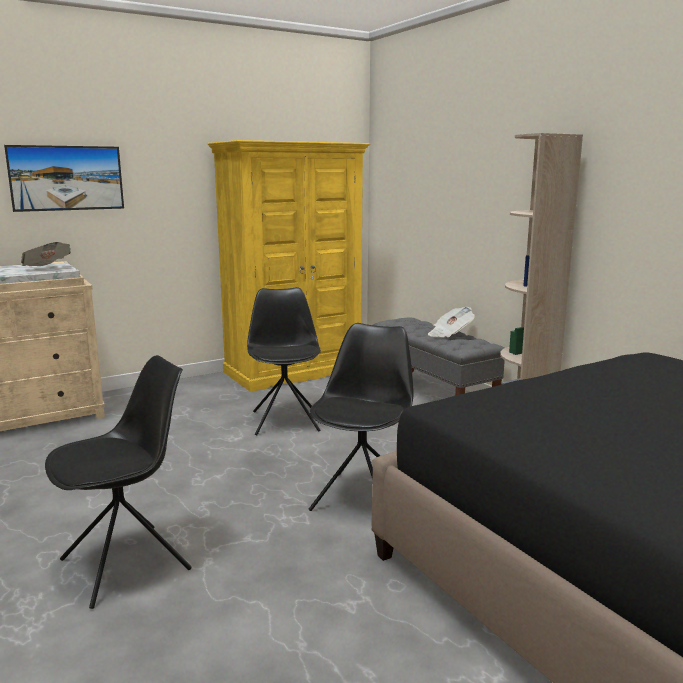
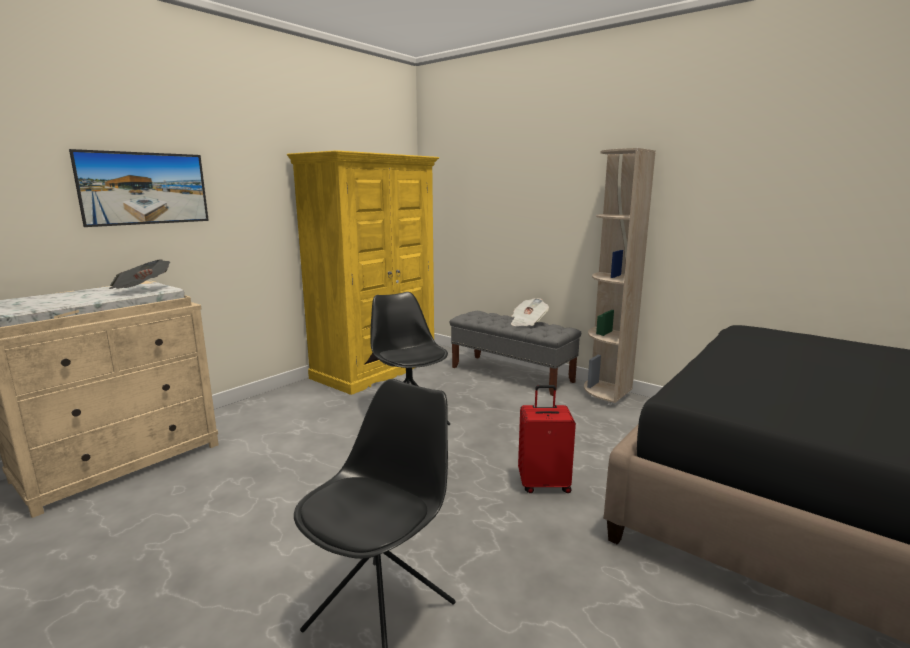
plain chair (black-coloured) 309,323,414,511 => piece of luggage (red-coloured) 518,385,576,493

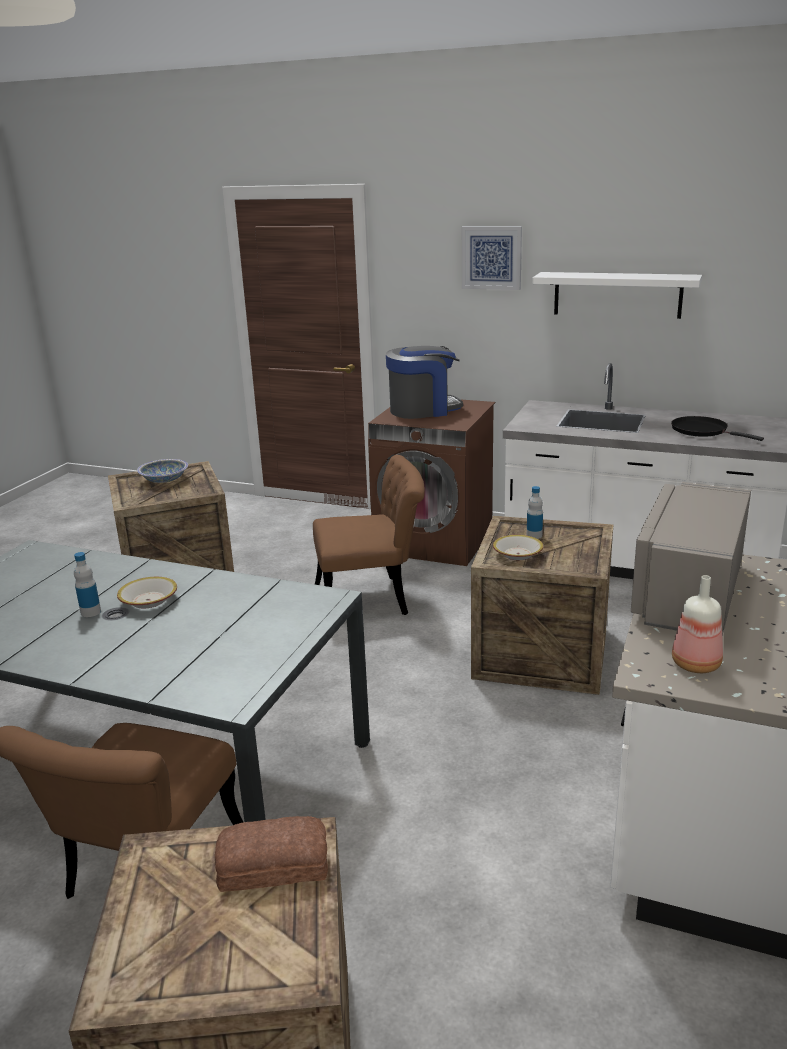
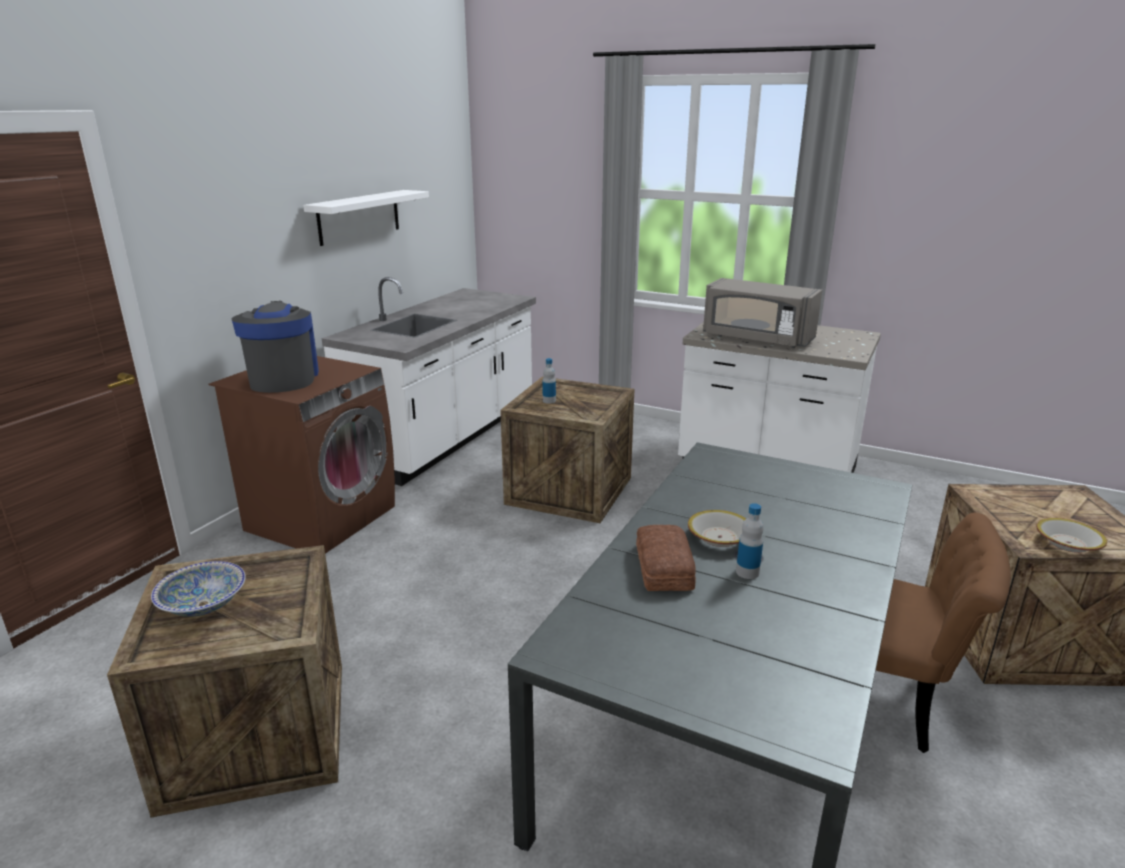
baked bread 215,816,328,892 => baked bread 636,525,696,591, moved
plain chair (brown) 313,455,425,615 => nothing
wall art 462,226,522,290 => nothing
bowl 493,535,543,560 => bowl 1036,518,1107,553, moved
skillet (black-coloured) 671,416,764,441 => nothing
bottle 672,575,723,673 => nothing

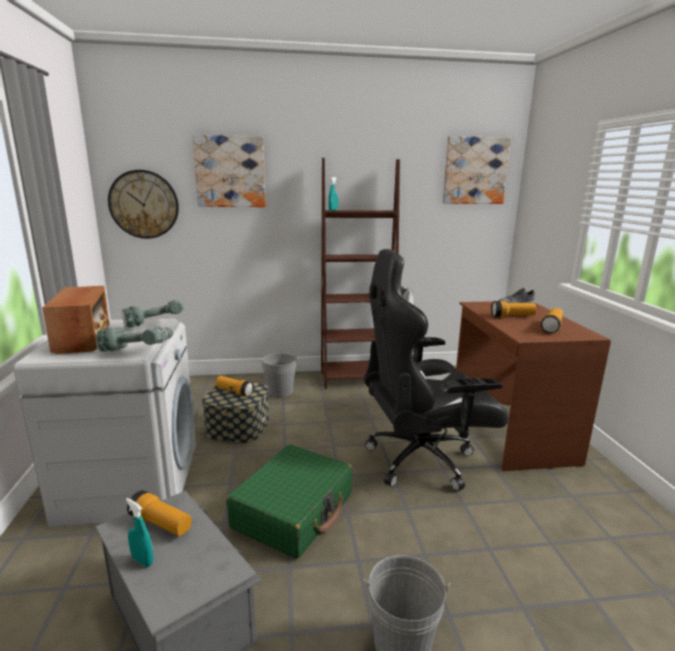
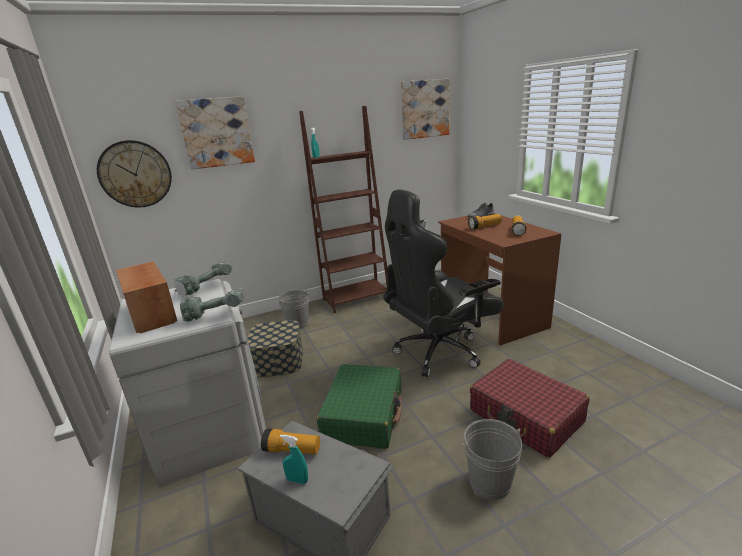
flashlight 216,376,254,397 => nothing
nothing => piece of luggage (red-coloured) 470,359,590,458

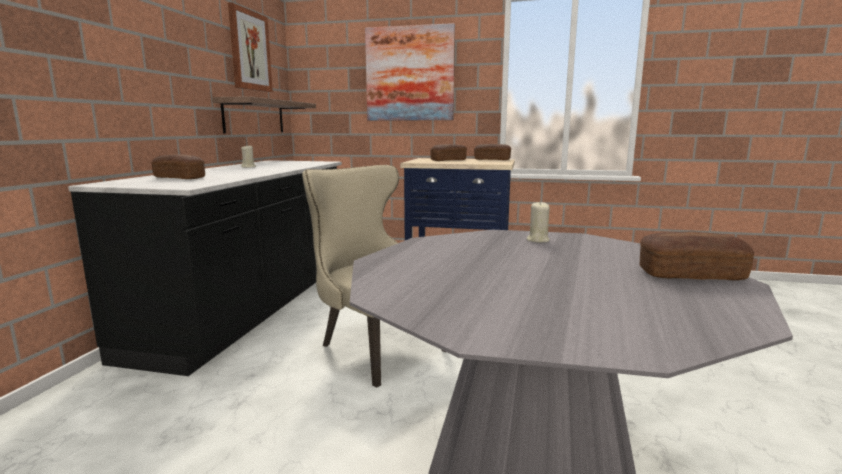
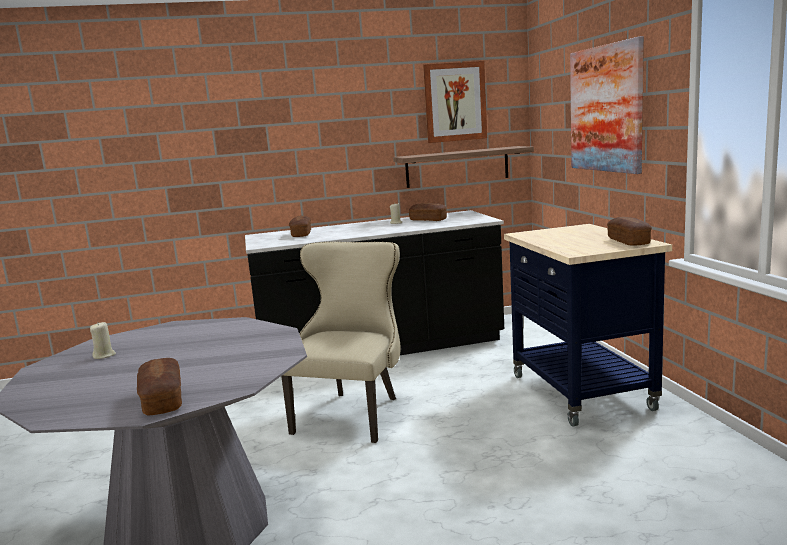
baked bread 430,144,467,161 => baked bread 409,203,447,221, moved
wax light (beige-coloured) 527,201,550,243 => wax light (beige-coloured) 90,322,116,359, moved

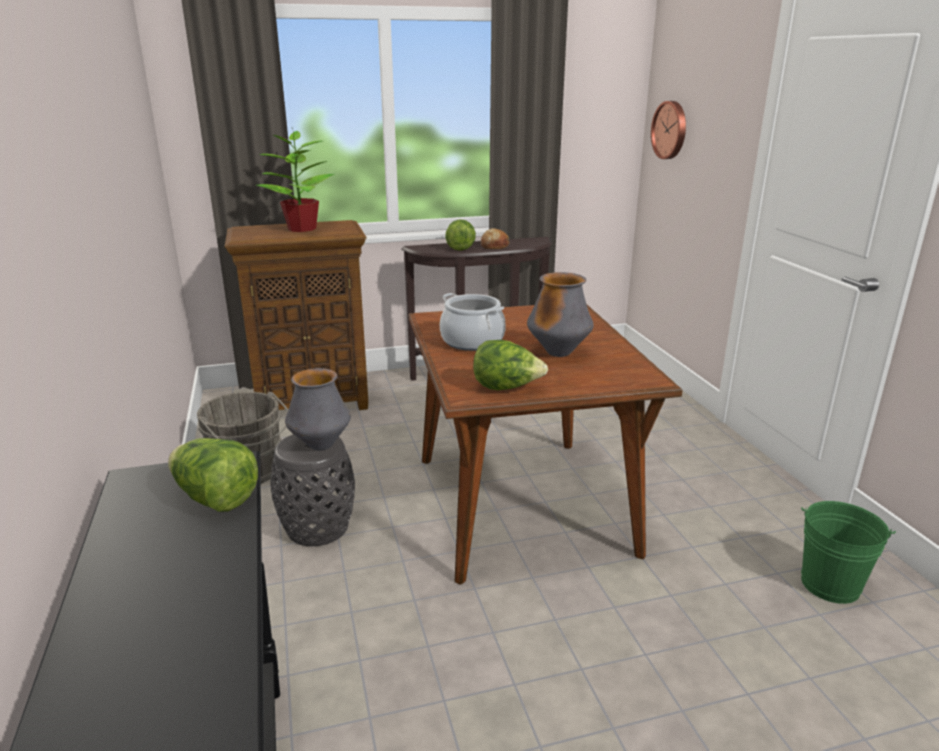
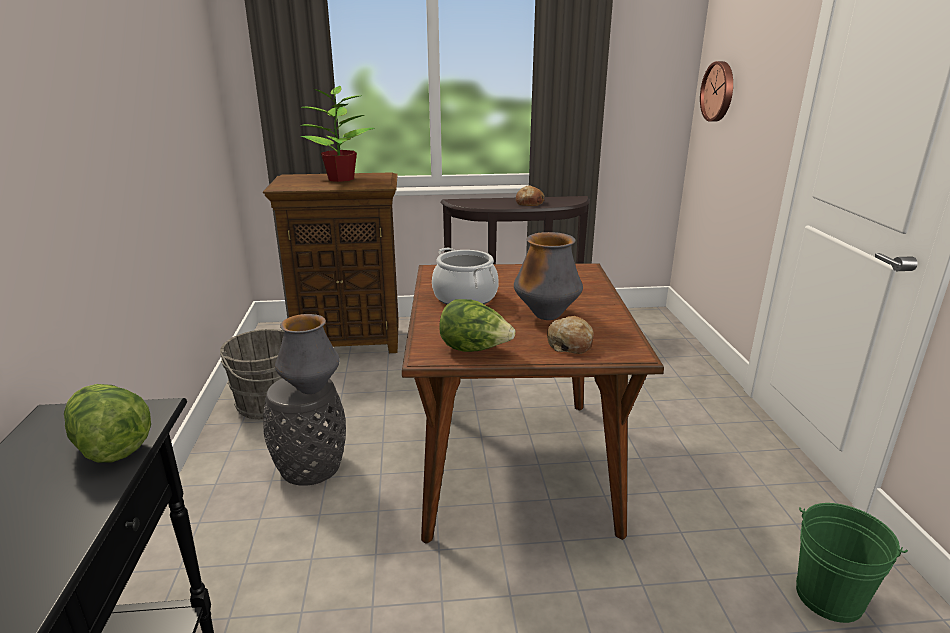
head of lettuce 445,220,476,251 => nothing
nothing => baked bread 547,316,594,354

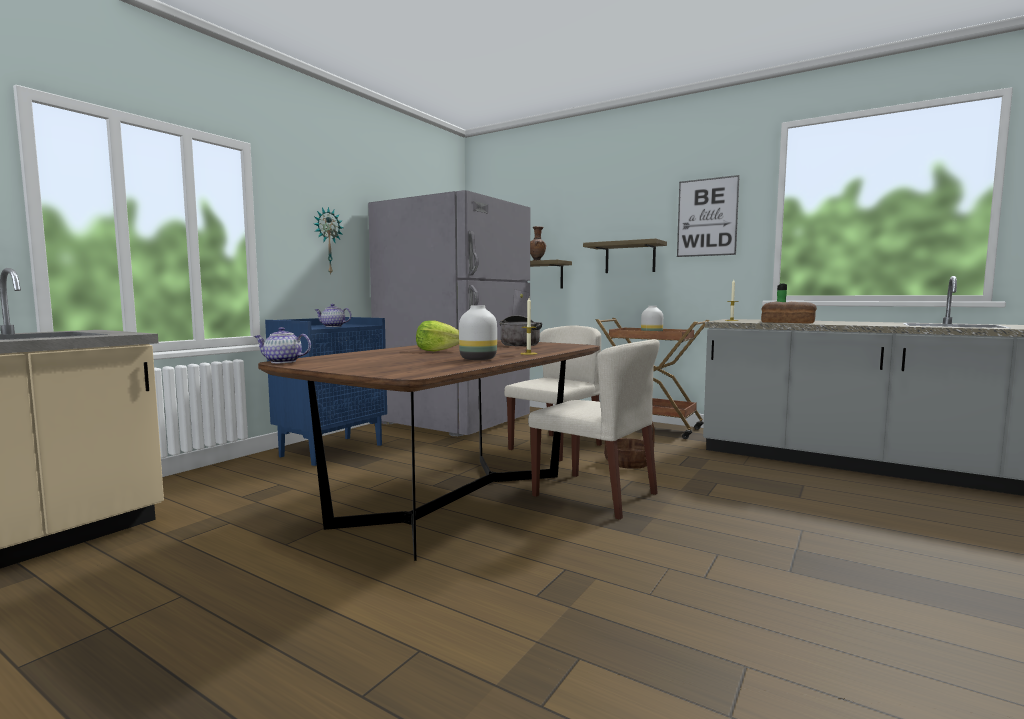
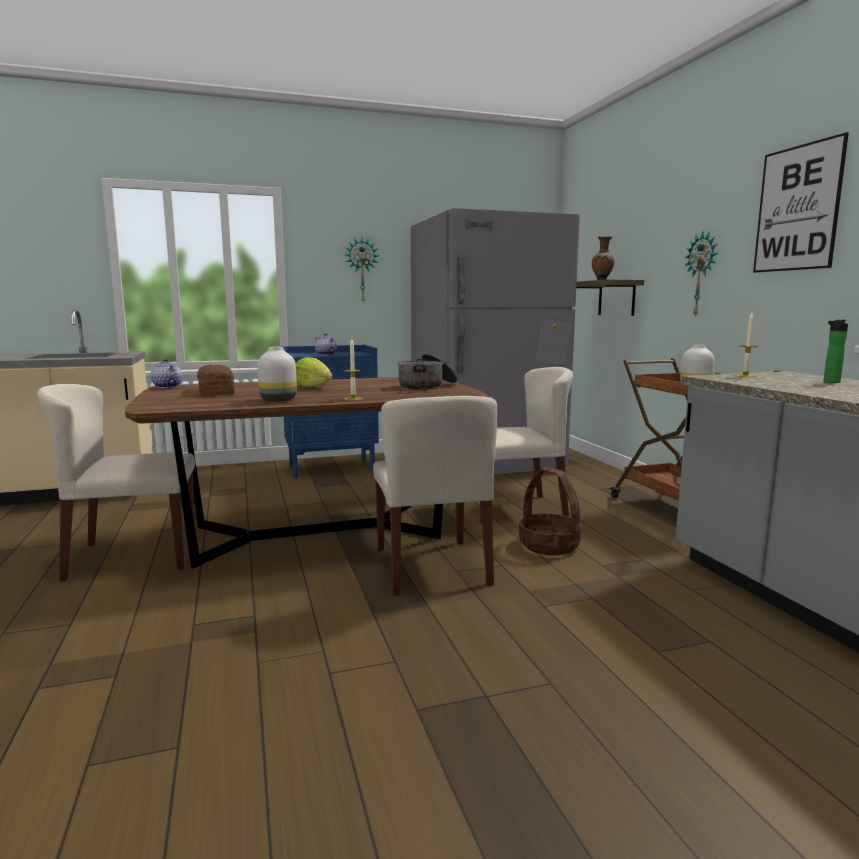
bracket shelf 583,239,667,273 => clock on the wall 685,231,718,318
baked bread 761,302,817,323 => baked bread 197,364,235,396, moved
nothing => plain chair (beige-coloured) 37,384,196,581

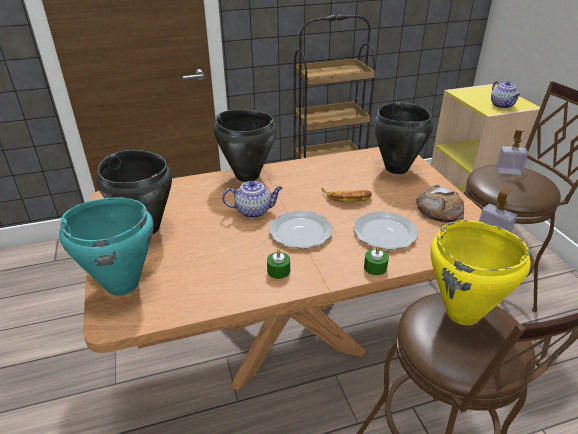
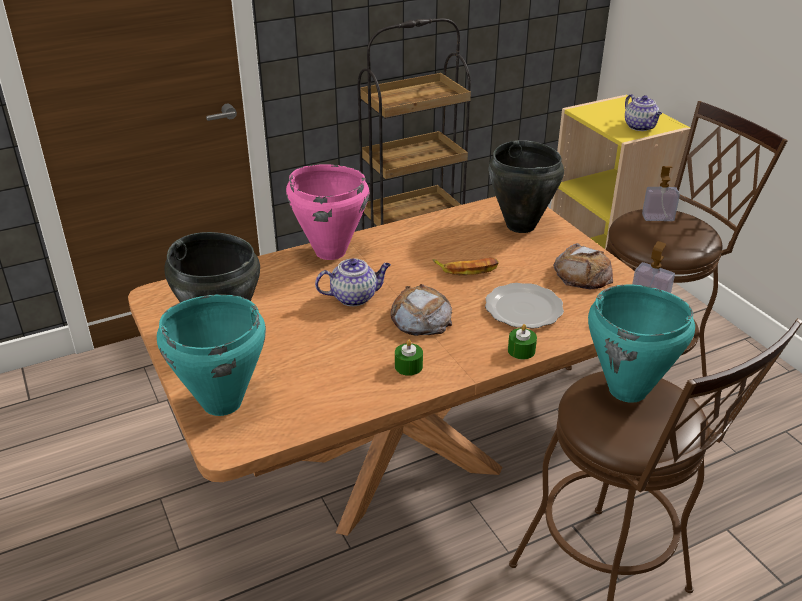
saucepot (black-coloured) 213,109,277,182 => saucepot (pink) 286,164,369,260
flat dish 269,211,333,249 => baked bread 391,284,452,336
saucepot (yellow-coloured) 430,220,531,325 => saucepot (turquoise-coloured) 588,284,695,403

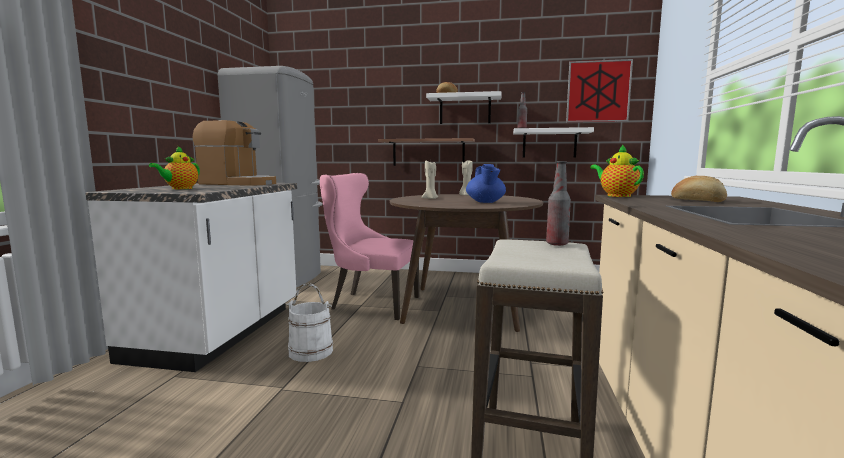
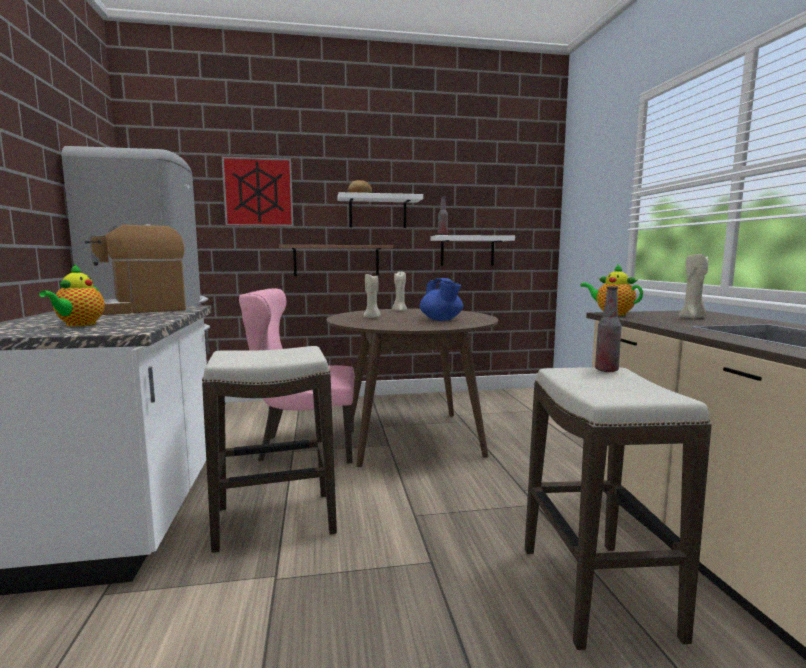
coffee maker 193,120,276,186 => coffee maker 85,224,186,315, 150 degrees clockwise
bucket (white-coloured) 286,283,333,362 => sitting stool 202,346,337,553
wall art 566,59,633,122 => wall art 222,156,293,226, moved
baked bread 671,176,727,202 => wax light (beige-coloured) 679,254,709,318

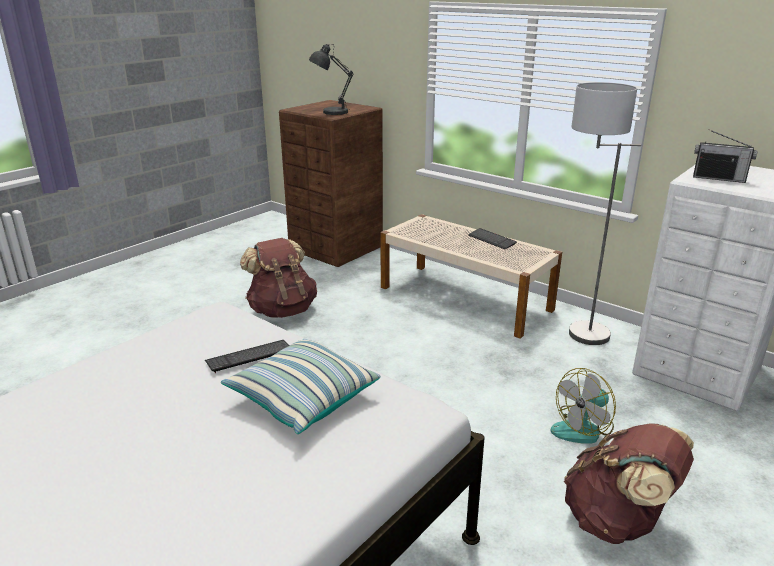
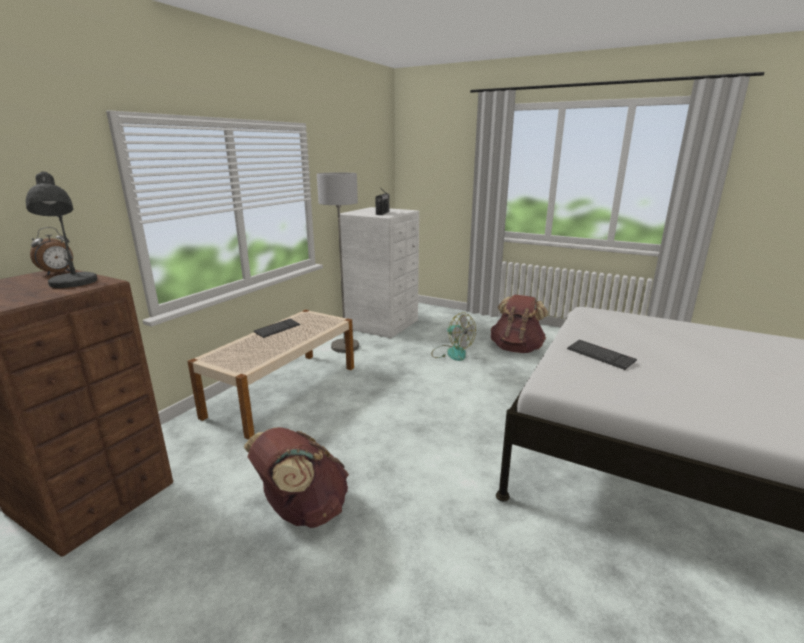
pillow 221,338,380,434 => nothing
nothing => table clock 30,227,73,275

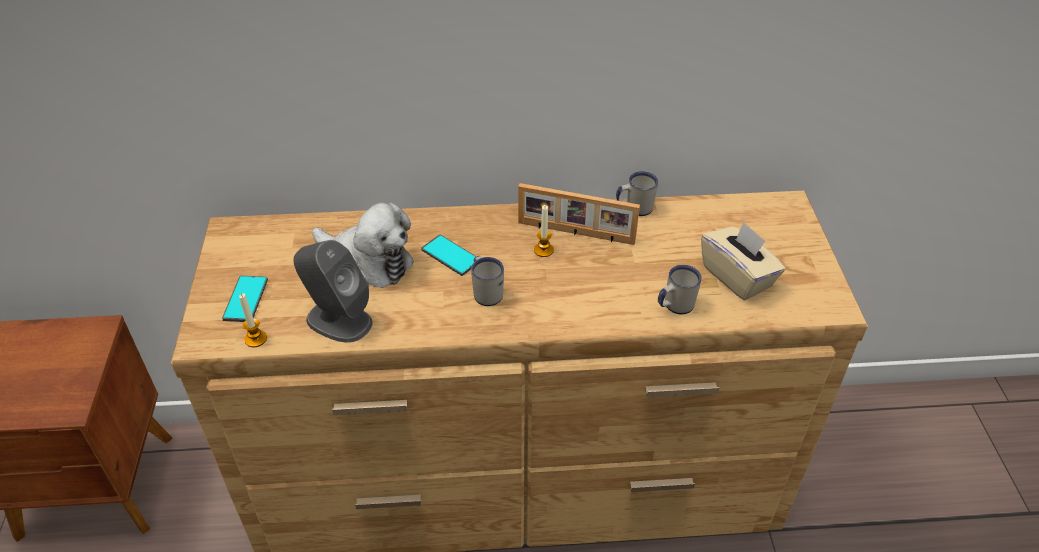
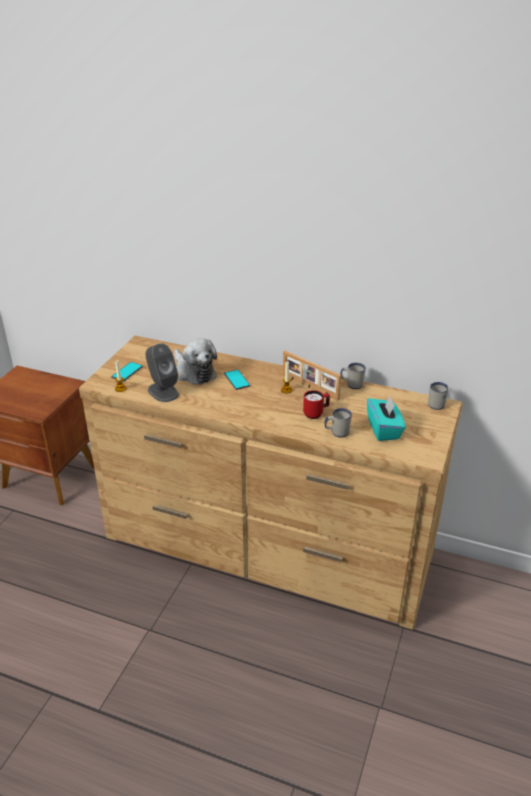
tea mug (white-coloured) 471,256,504,306 => tea mug (white-coloured) 428,382,449,410, moved
tissue holder (beige-coloured) 701,222,785,300 => tissue holder (turquoise-coloured) 367,396,406,441
nothing => tea mug (red-coloured) 303,390,330,419

